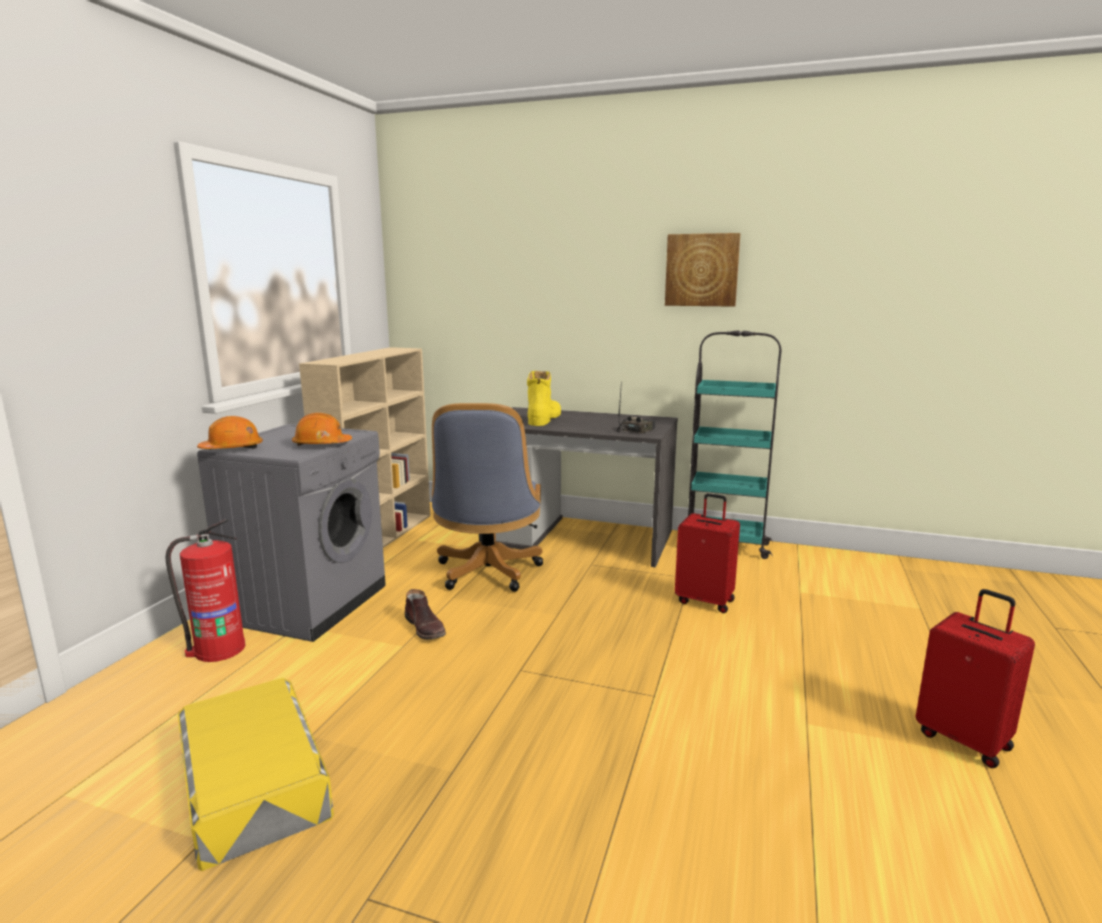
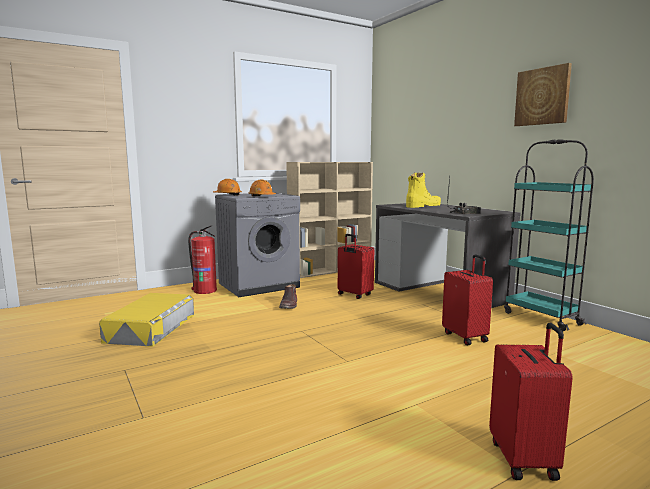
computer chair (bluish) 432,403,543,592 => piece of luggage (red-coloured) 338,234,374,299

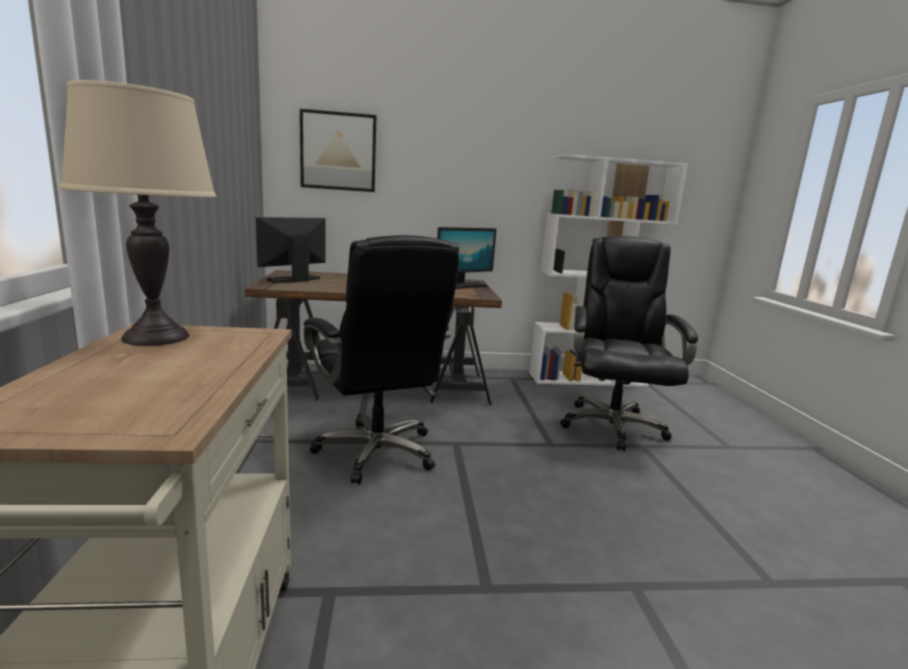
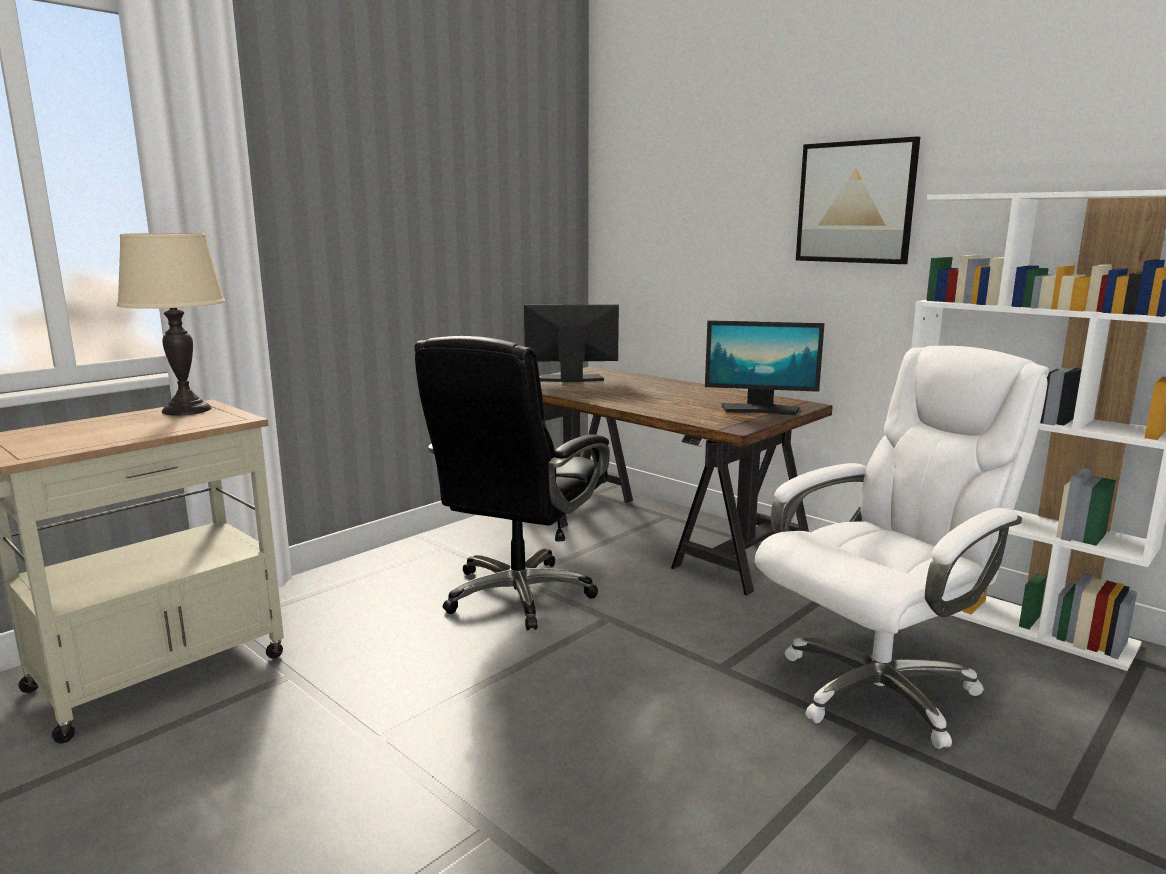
wall art 300,109,376,192 => wall art 796,136,920,264, moved
computer chair (black-coloured) 560,236,698,451 => computer chair (white-coloured) 755,346,1049,749

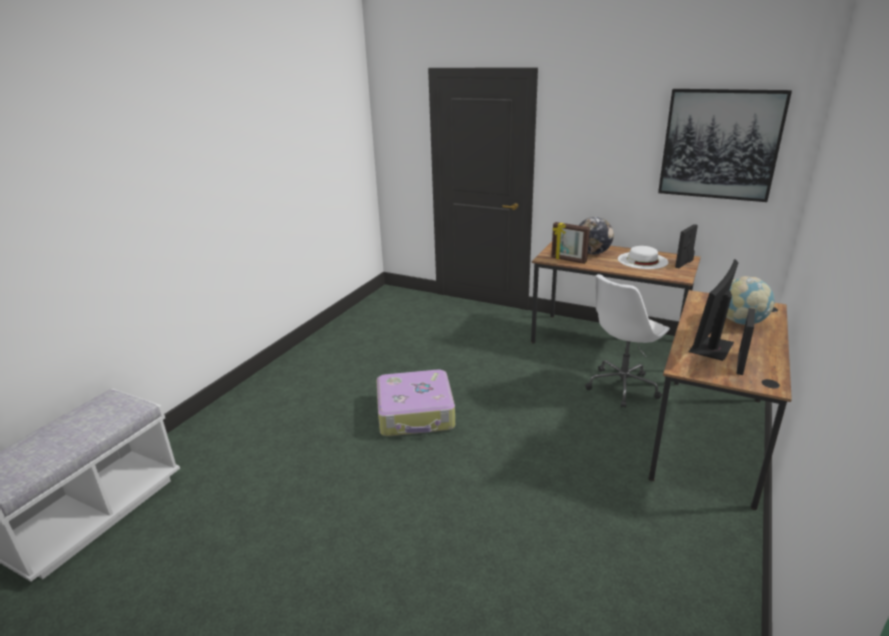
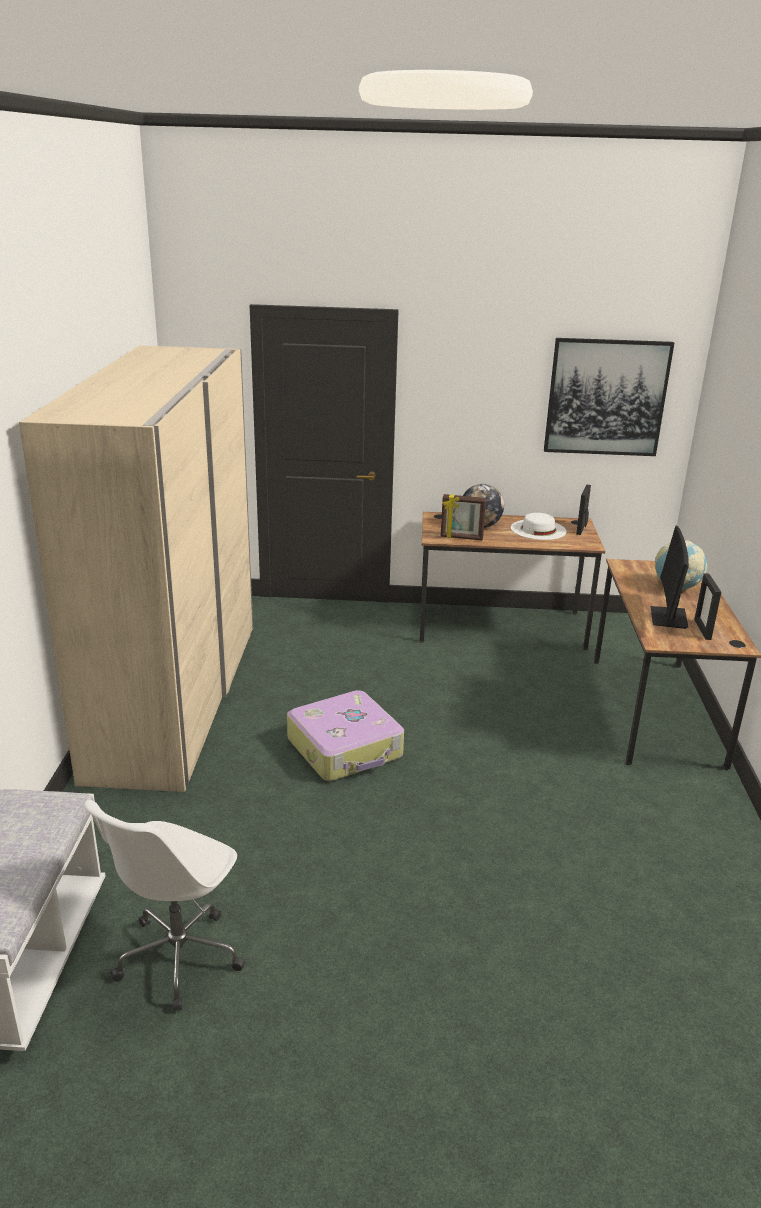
computer chair (white-coloured) 585,274,670,408 => computer chair (white-coloured) 83,800,245,1011, moved
nothing => wardrobe (beige-coloured) 19,345,253,792

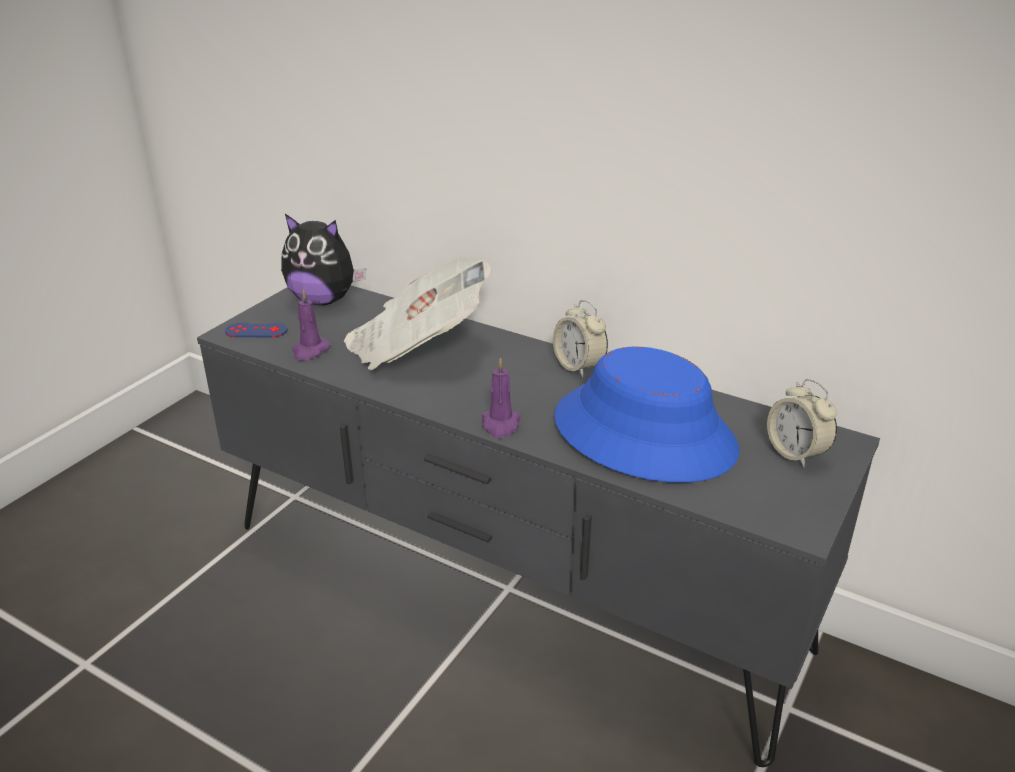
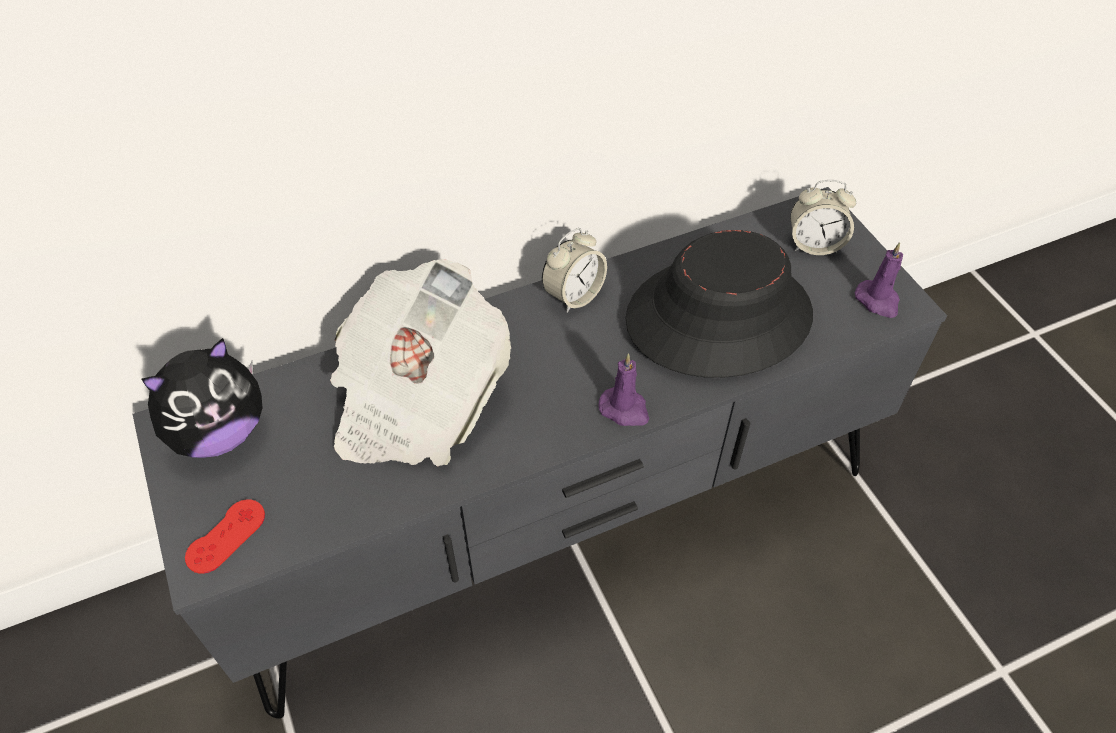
joypad (bluish) 225,323,288,338 => joypad (red-coloured) 185,499,265,574
wax light (purplish) 292,289,331,361 => wax light (purplish) 855,242,903,318, moved
table clock 553,300,608,377 => table clock 542,228,607,313, 45 degrees counterclockwise
clothing hat (bluish) 554,347,739,483 => clothing hat (black-coloured) 626,230,813,378

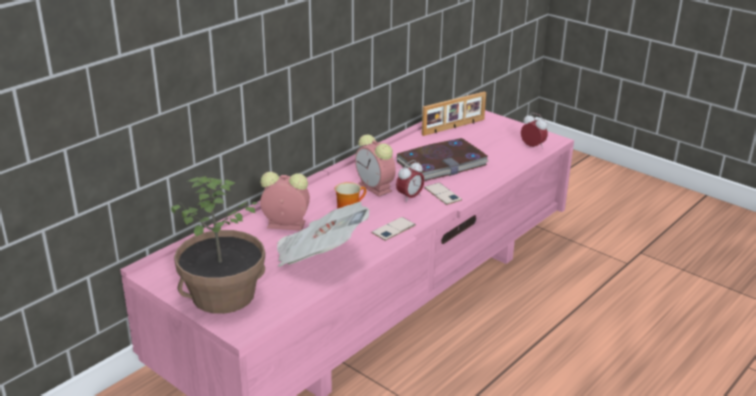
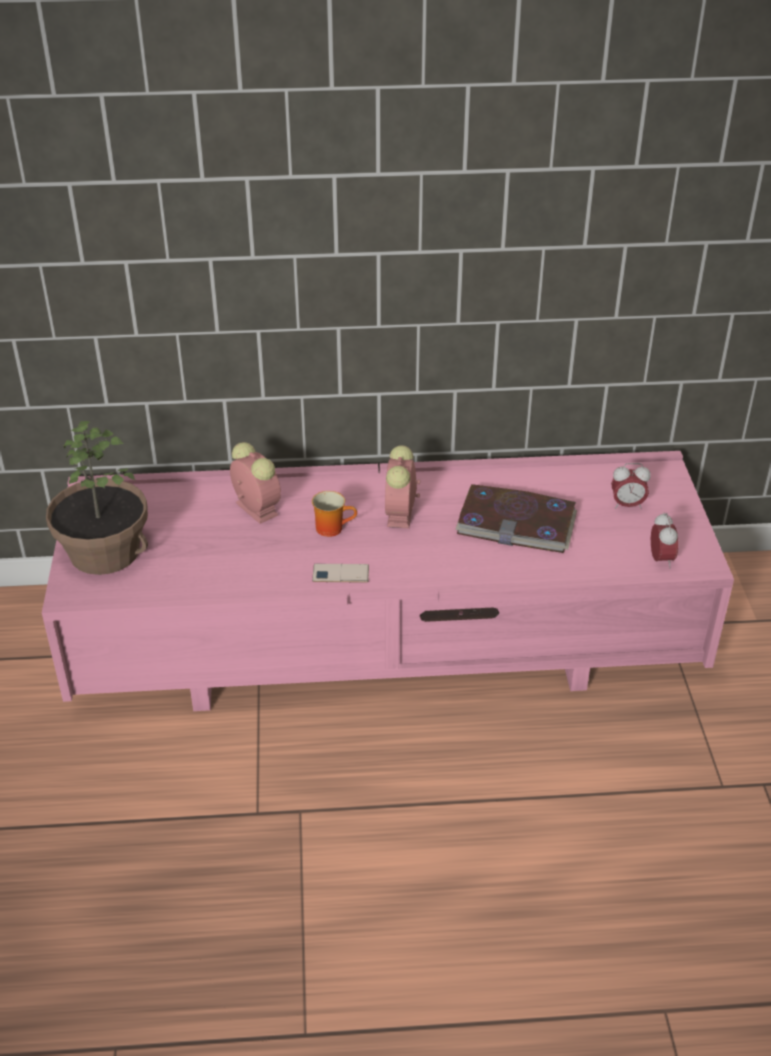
newspaper 277,202,369,267 => nothing
table clock 396,160,425,203 => table clock 611,463,651,509, moved
picture frame 422,91,486,136 => nothing
handset 424,183,462,205 => nothing

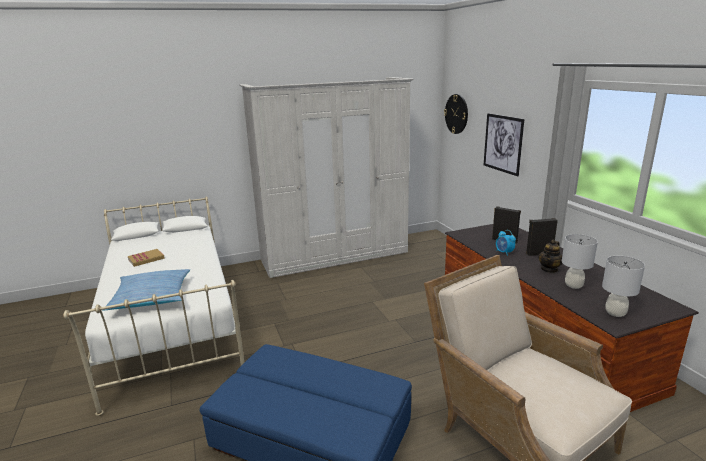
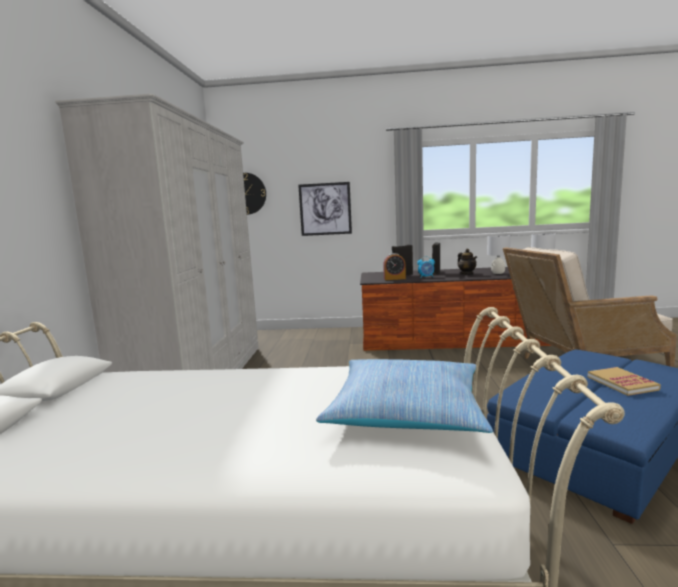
book 128,249,165,267 => book 588,367,661,396, moved
nothing => table clock 383,253,406,280

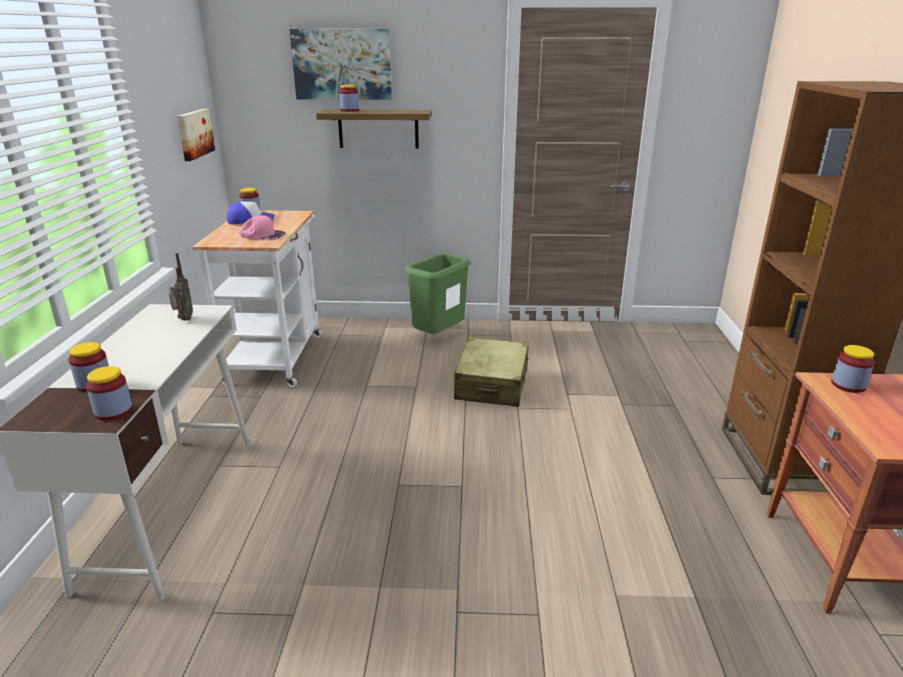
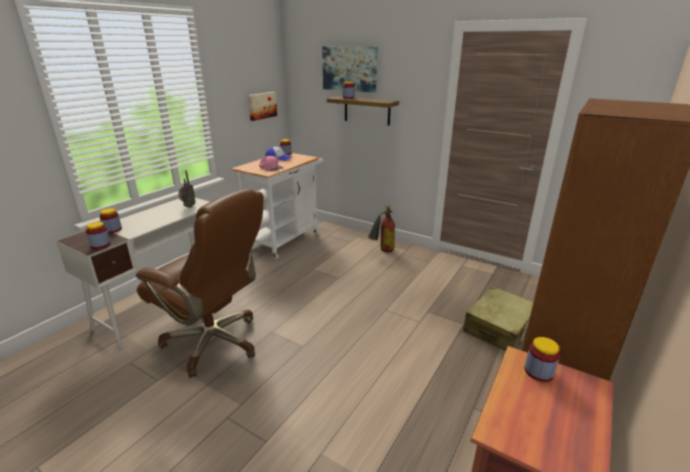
waste bin (green-coloured) 405,253,471,334 => extinguisher 368,206,395,253
piece of luggage (beige-coloured) 454,337,529,407 => piece of luggage (beige-coloured) 463,286,533,351, moved
nothing => computer chair (brown) 136,189,264,378

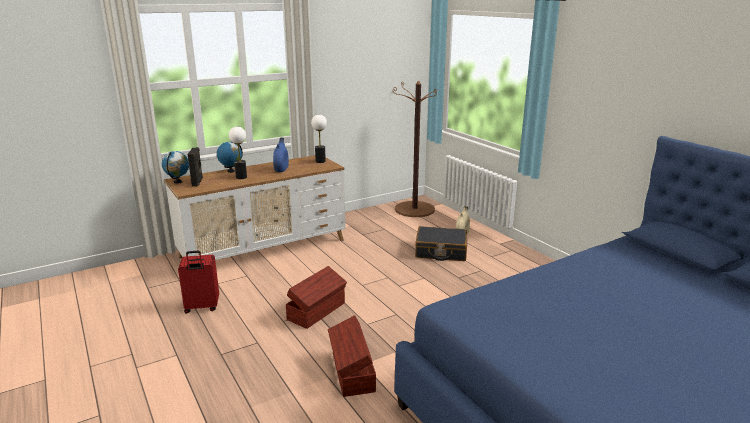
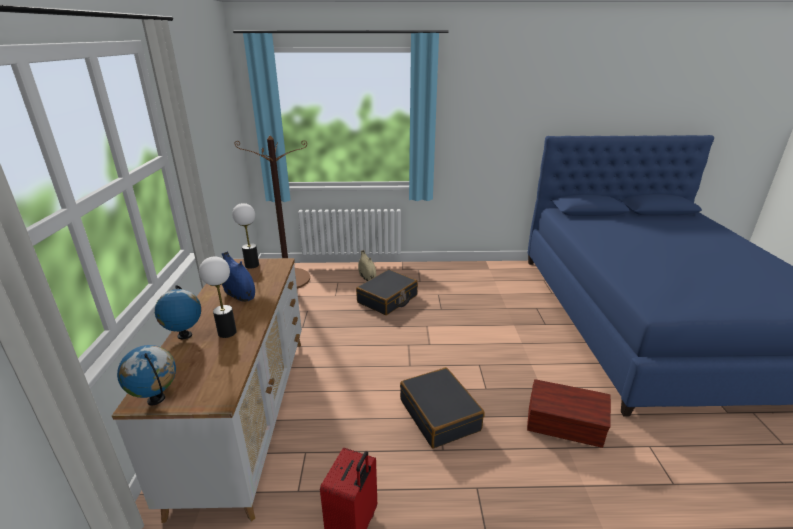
loudspeaker (black-coloured) 188,147,203,187 => nothing
storage box (brown) 286,266,347,329 => piece of luggage (black-coloured) 400,367,485,448

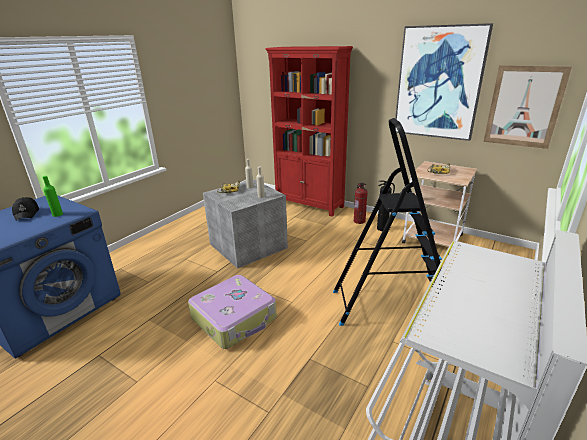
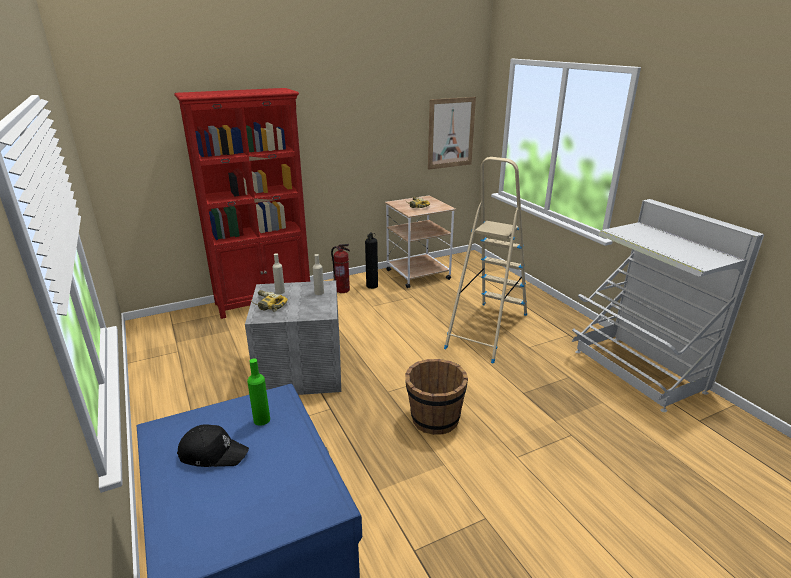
piece of luggage 188,275,277,349 => bucket (brown) 405,359,468,435
step ladder (black-coloured) 333,118,445,326 => step ladder (beige-coloured) 444,157,527,363
wall art 395,23,493,141 => nothing

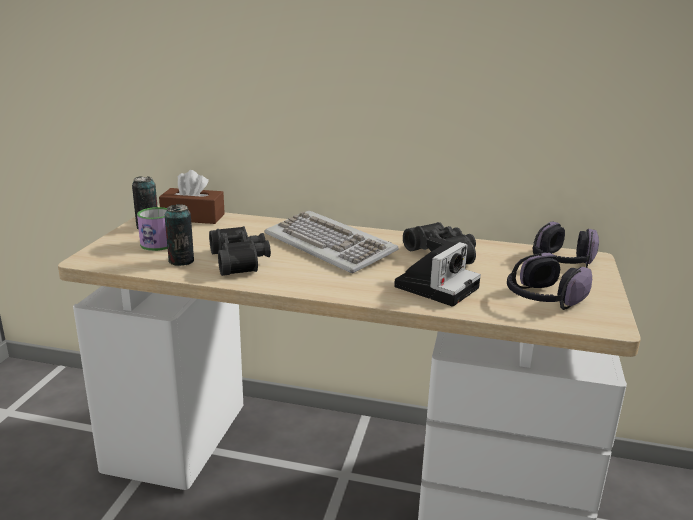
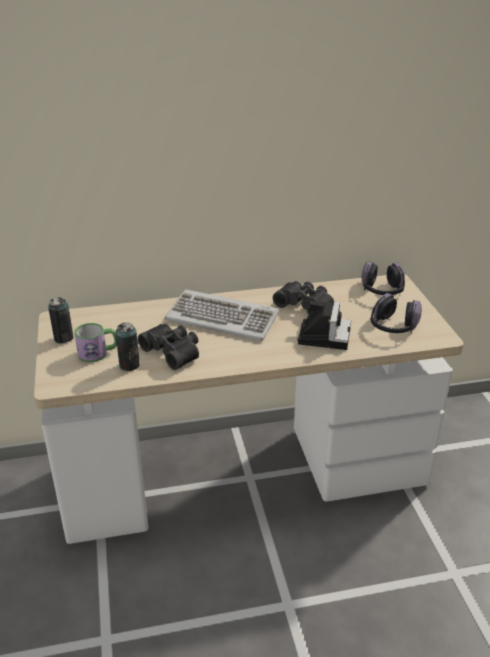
tissue holder (brown) 159,170,225,224 => nothing

